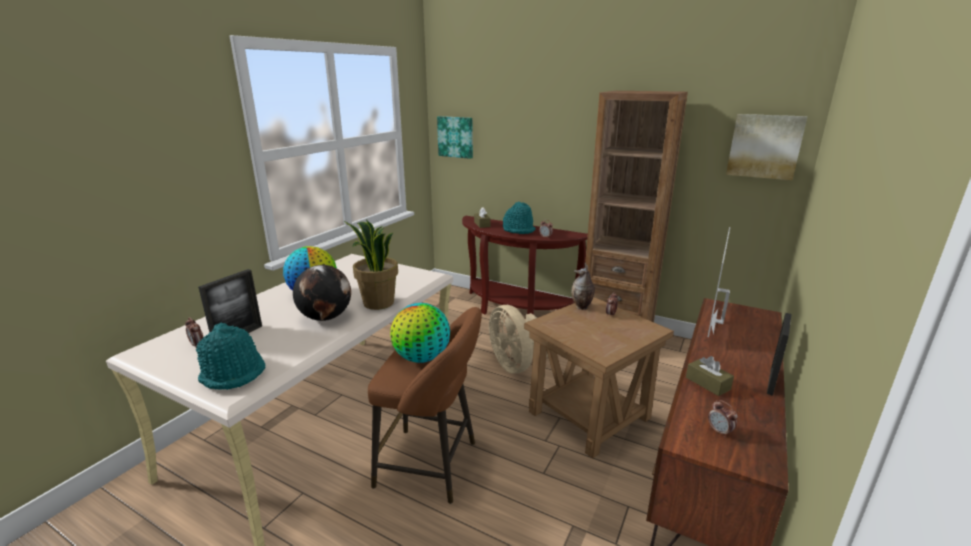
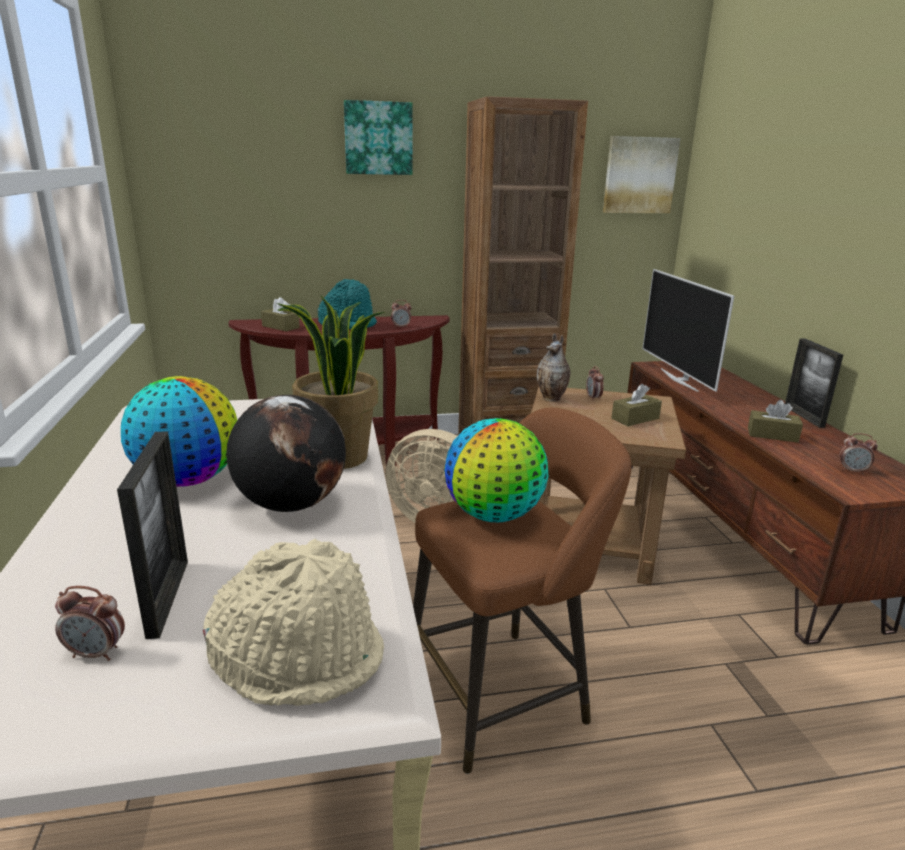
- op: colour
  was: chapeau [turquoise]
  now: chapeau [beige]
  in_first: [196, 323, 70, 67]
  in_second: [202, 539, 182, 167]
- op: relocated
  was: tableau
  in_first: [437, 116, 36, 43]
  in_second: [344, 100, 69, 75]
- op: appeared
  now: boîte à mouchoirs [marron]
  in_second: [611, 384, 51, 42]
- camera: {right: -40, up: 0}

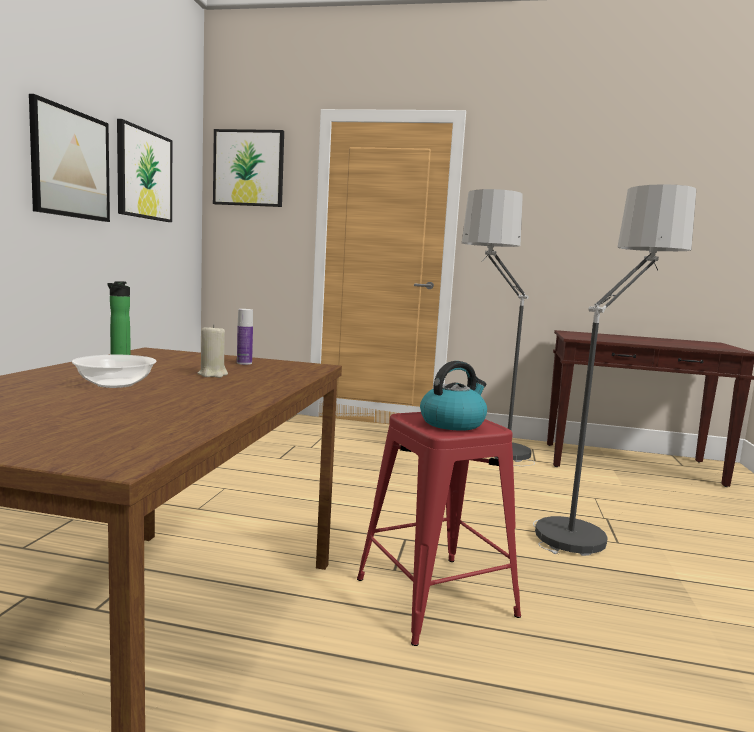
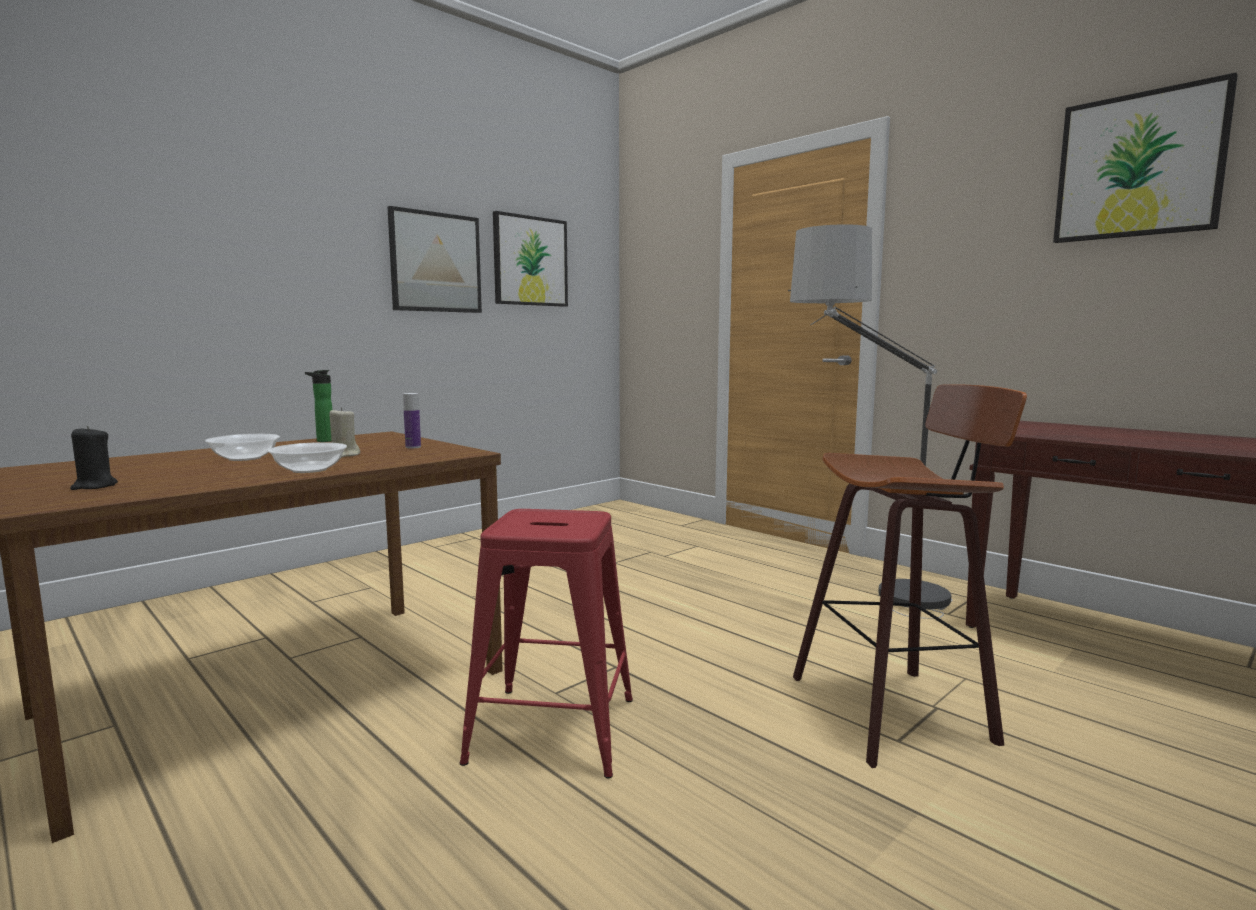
- op: relocated
  was: tableau
  in_first: [213, 129, 71, 78]
  in_second: [1053, 73, 185, 170]
- op: missing
  was: bouilloire
  in_first: [420, 361, 67, 70]
- op: exchanged
  was: lampadaire
  now: tabouret
  in_first: [533, 184, 163, 372]
  in_second: [793, 384, 234, 384]
- op: appeared
  now: bougie [noir]
  in_second: [70, 426, 48, 64]
- op: appeared
  now: bol
  in_second: [268, 442, 79, 31]
- camera: {right: 35, up: 0}

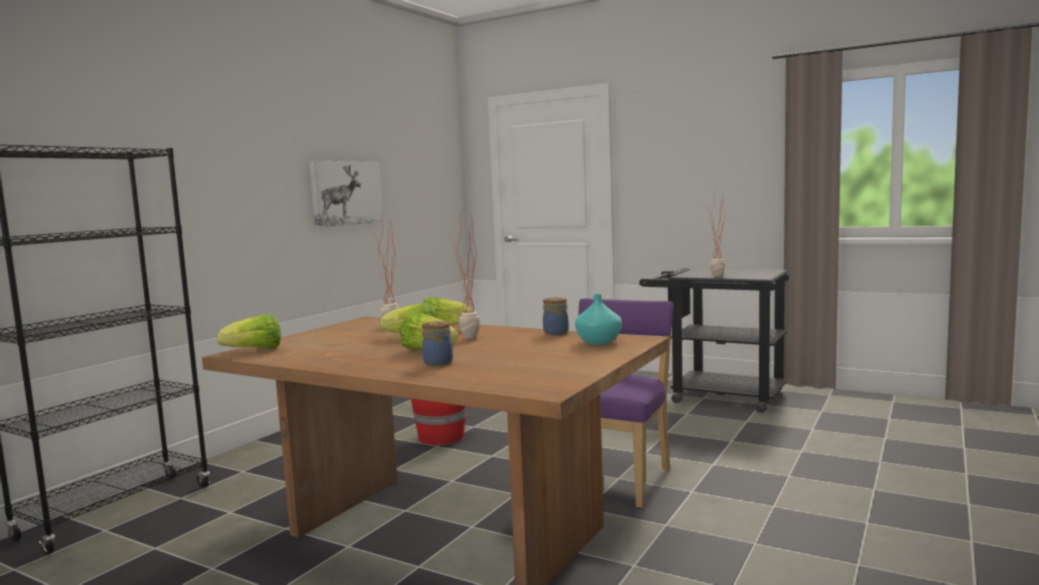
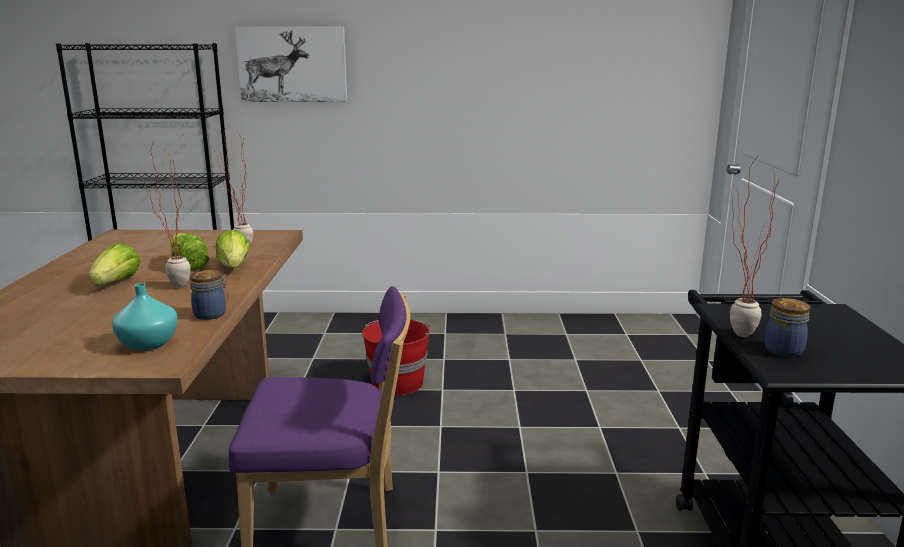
- op: missing
  was: laitue
  in_first: [217, 314, 64, 35]
- op: relocated
  was: tableau
  in_first: [309, 161, 74, 66]
  in_second: [235, 26, 113, 76]
- op: relocated
  was: bocal
  in_first: [422, 321, 31, 45]
  in_second: [765, 298, 45, 59]
- camera: {right: 60, up: 10}

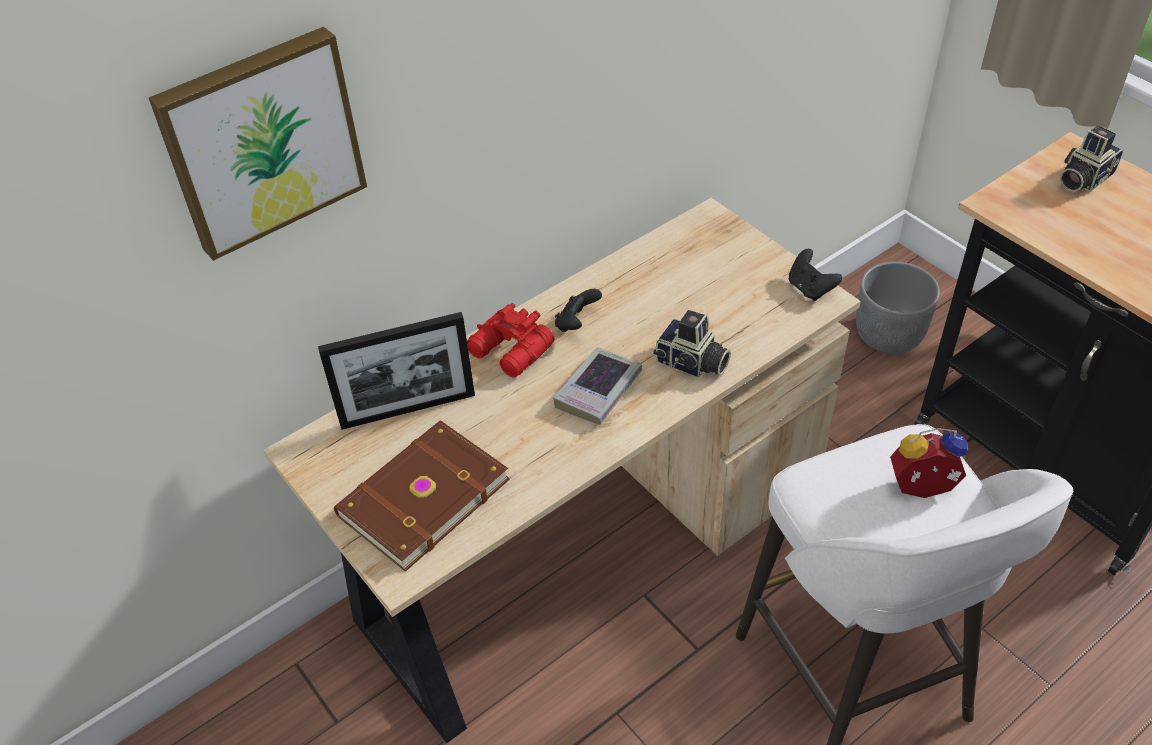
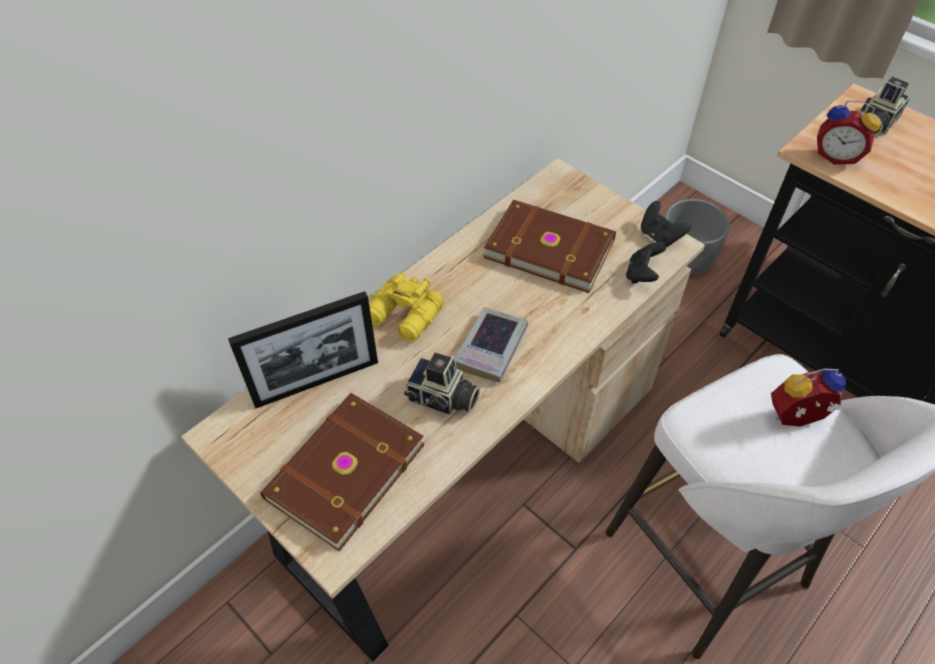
- op: missing
  was: tableau
  in_first: [149, 27, 218, 234]
- op: colour
  was: jumelles [rouge]
  now: jumelles [jaune]
  in_first: [467, 303, 88, 75]
  in_second: [369, 272, 75, 70]
- op: relocated
  was: manette [noir]
  in_first: [555, 289, 47, 43]
  in_second: [626, 242, 40, 41]
- op: relocated
  was: appareil photo
  in_first: [653, 310, 78, 68]
  in_second: [404, 353, 76, 62]
- op: appeared
  now: livre [marron]
  in_second: [483, 200, 133, 93]
- op: appeared
  now: réveil
  in_second: [817, 101, 64, 64]
- camera: {right: -10, up: 5}

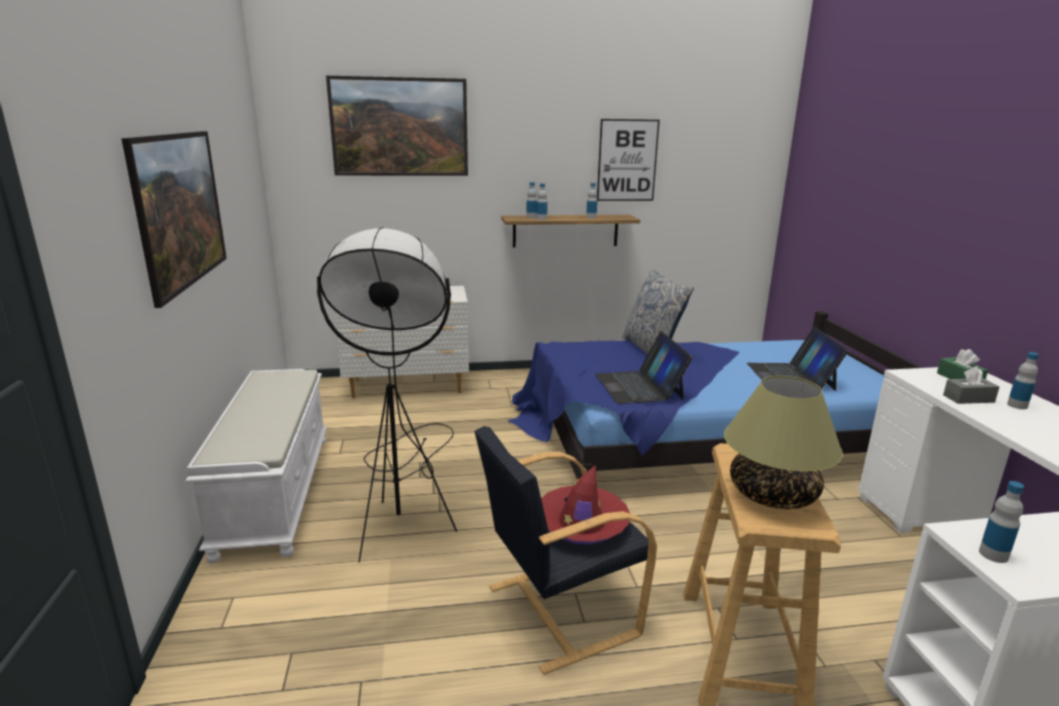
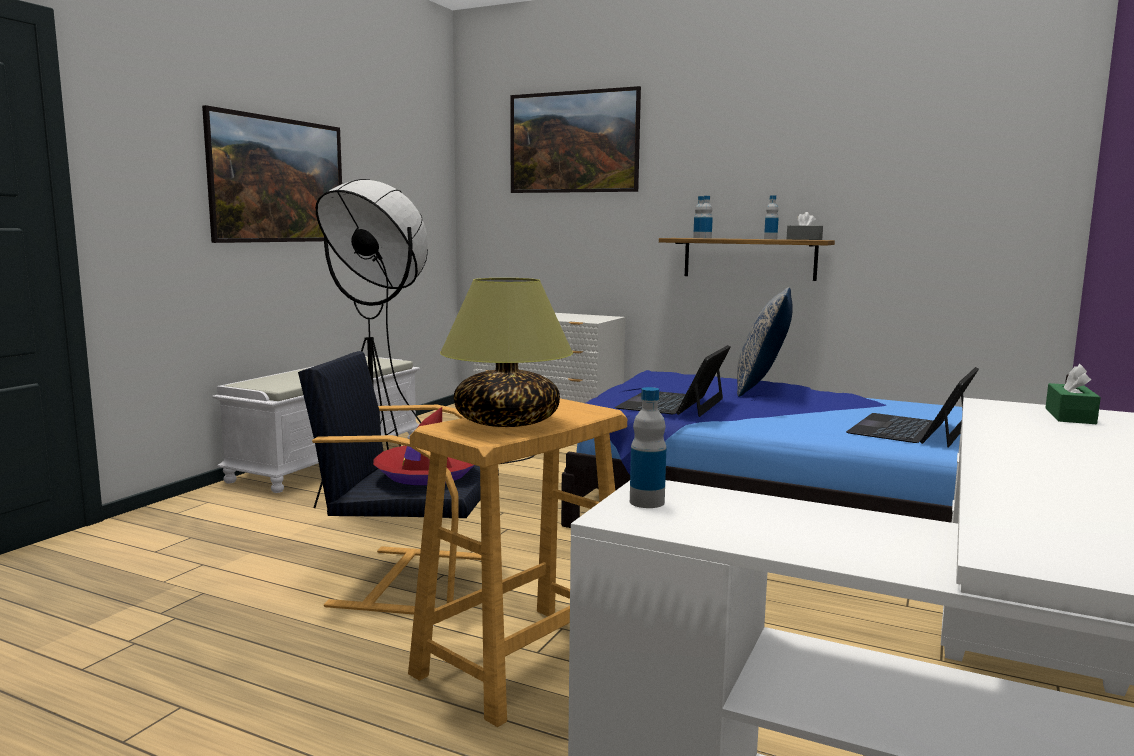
- op: missing
  was: tableau
  in_first: [597, 119, 63, 82]
- op: relocated
  was: boîte à mouchoirs [gris]
  in_first: [943, 366, 56, 38]
  in_second: [787, 212, 36, 28]
- op: missing
  was: bouteille
  in_first: [1007, 352, 32, 57]
- camera: {right: 35, up: -10}

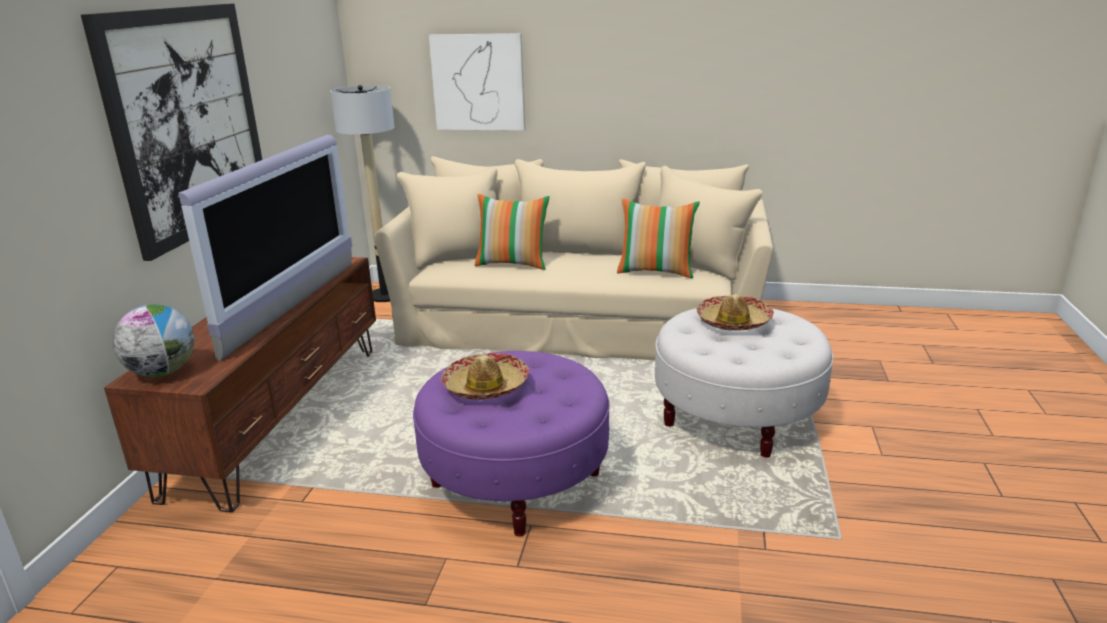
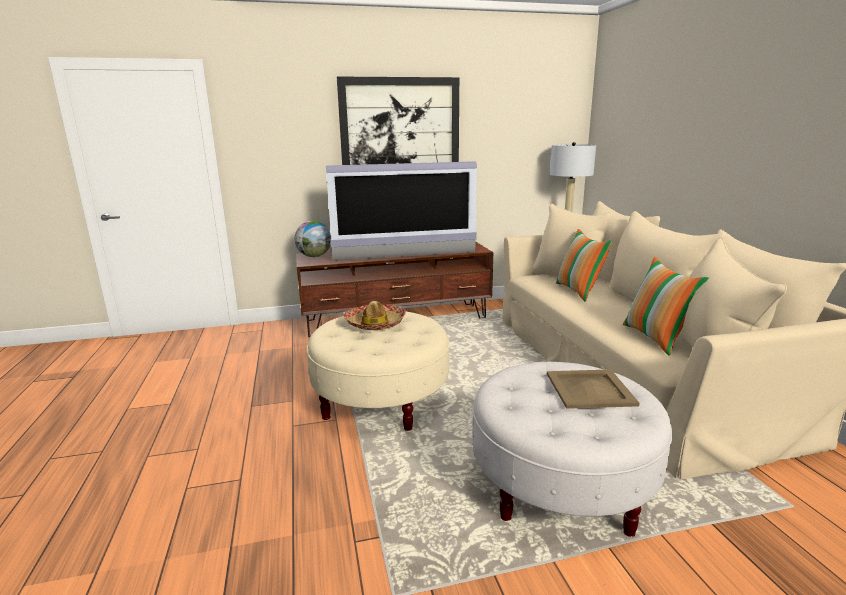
- op: colour
  was: pouf [violet]
  now: pouf [beige]
  in_first: [413, 351, 196, 186]
  in_second: [307, 312, 143, 119]
- op: missing
  was: tableau
  in_first: [429, 33, 96, 98]
- op: exchanged
  was: chapeau
  now: plateau [beige]
  in_first: [697, 294, 77, 37]
  in_second: [547, 369, 93, 40]
- camera: {right: 65, up: -5}

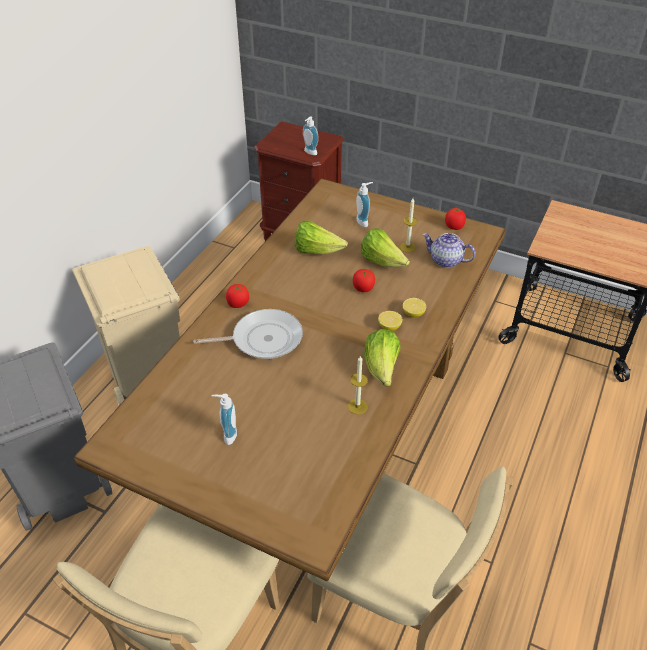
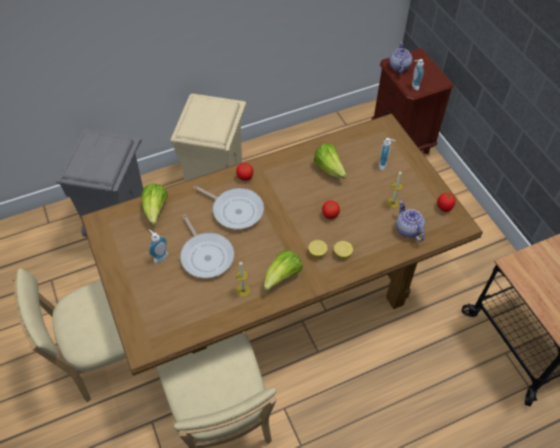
- op: relocated
  was: laitue
  in_first: [361, 228, 49, 39]
  in_second: [142, 184, 26, 41]
- op: appeared
  now: poêle
  in_second: [180, 215, 54, 63]
- op: appeared
  now: théière
  in_second: [389, 42, 23, 31]
- camera: {right: 40, up: 10}

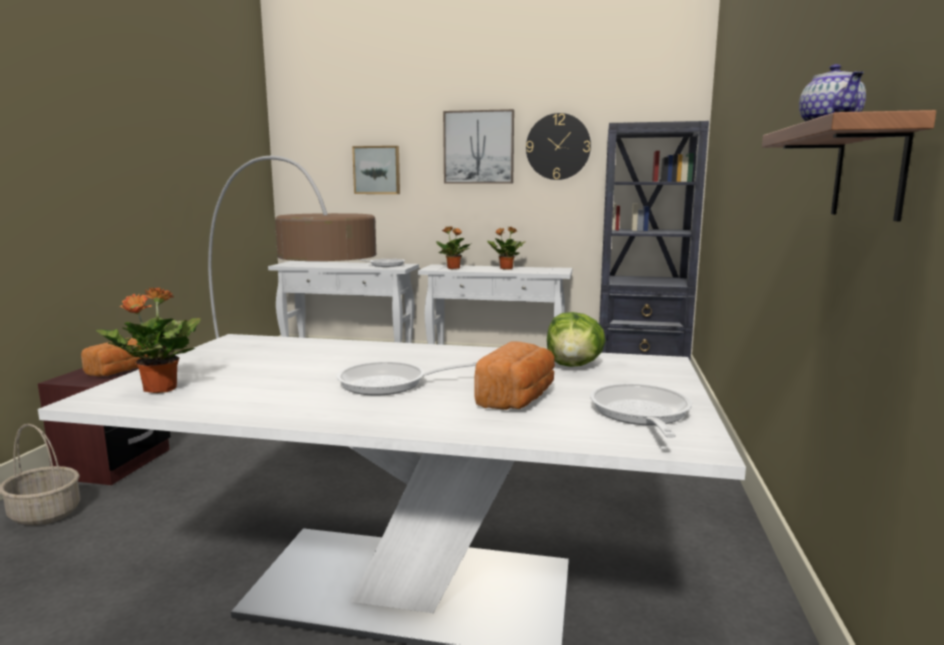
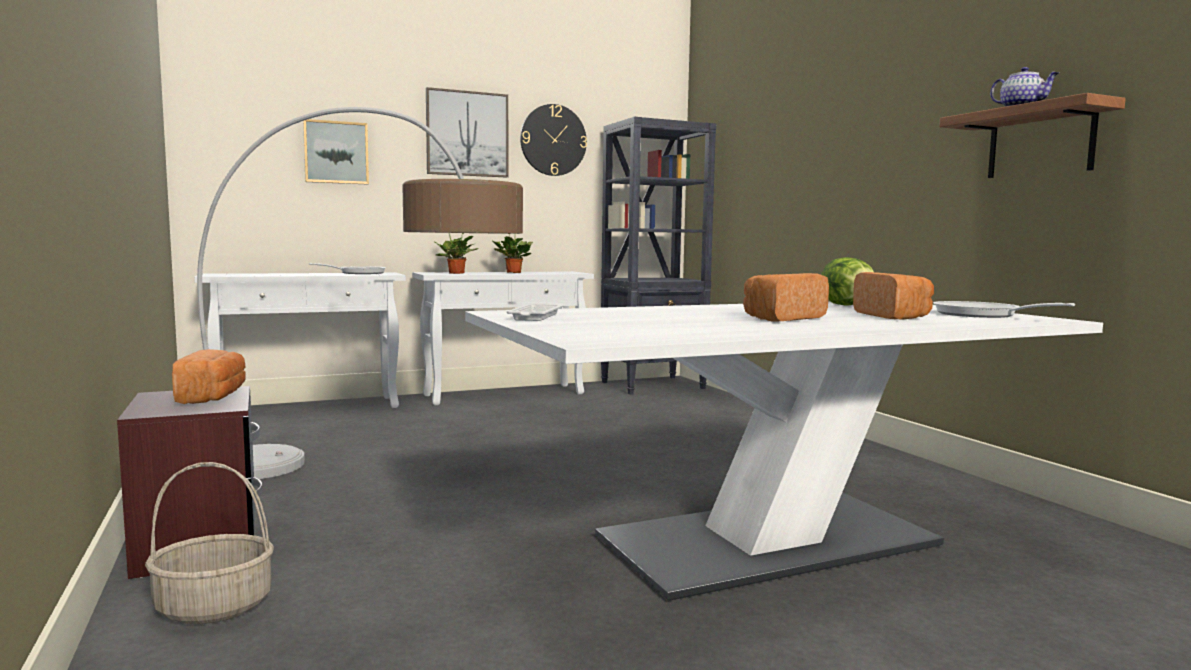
- op: missing
  was: plante en pot
  in_first: [96, 287, 105, 106]
- op: exchanged
  was: poêle
  now: pain
  in_first: [337, 361, 140, 34]
  in_second: [743, 273, 86, 49]
- op: appeared
  now: plateau [blanc]
  in_second: [507, 303, 57, 18]
- camera: {right: -35, up: -5}

